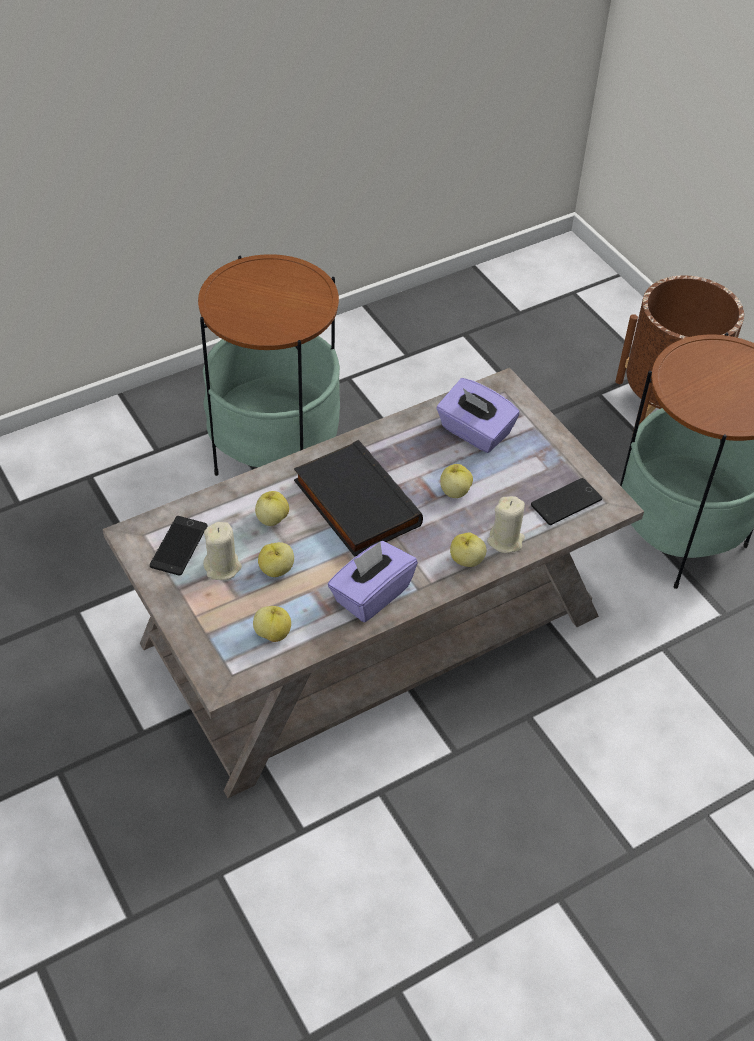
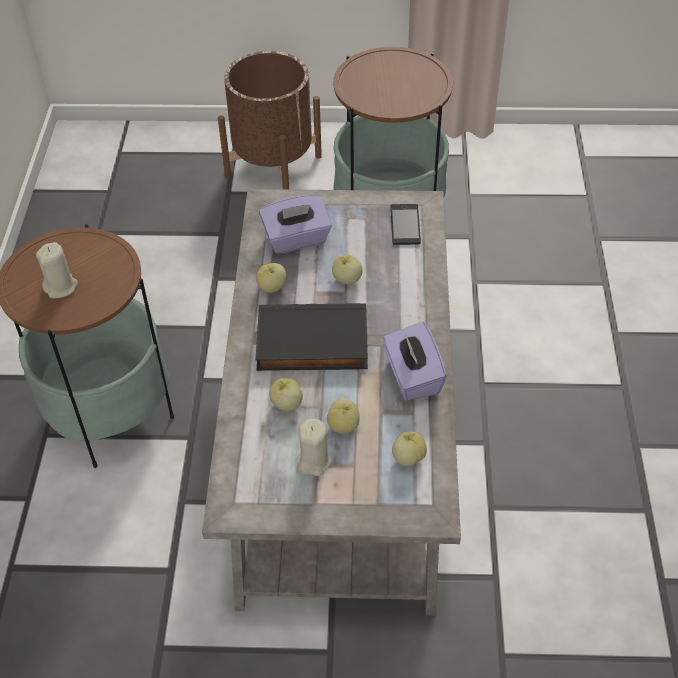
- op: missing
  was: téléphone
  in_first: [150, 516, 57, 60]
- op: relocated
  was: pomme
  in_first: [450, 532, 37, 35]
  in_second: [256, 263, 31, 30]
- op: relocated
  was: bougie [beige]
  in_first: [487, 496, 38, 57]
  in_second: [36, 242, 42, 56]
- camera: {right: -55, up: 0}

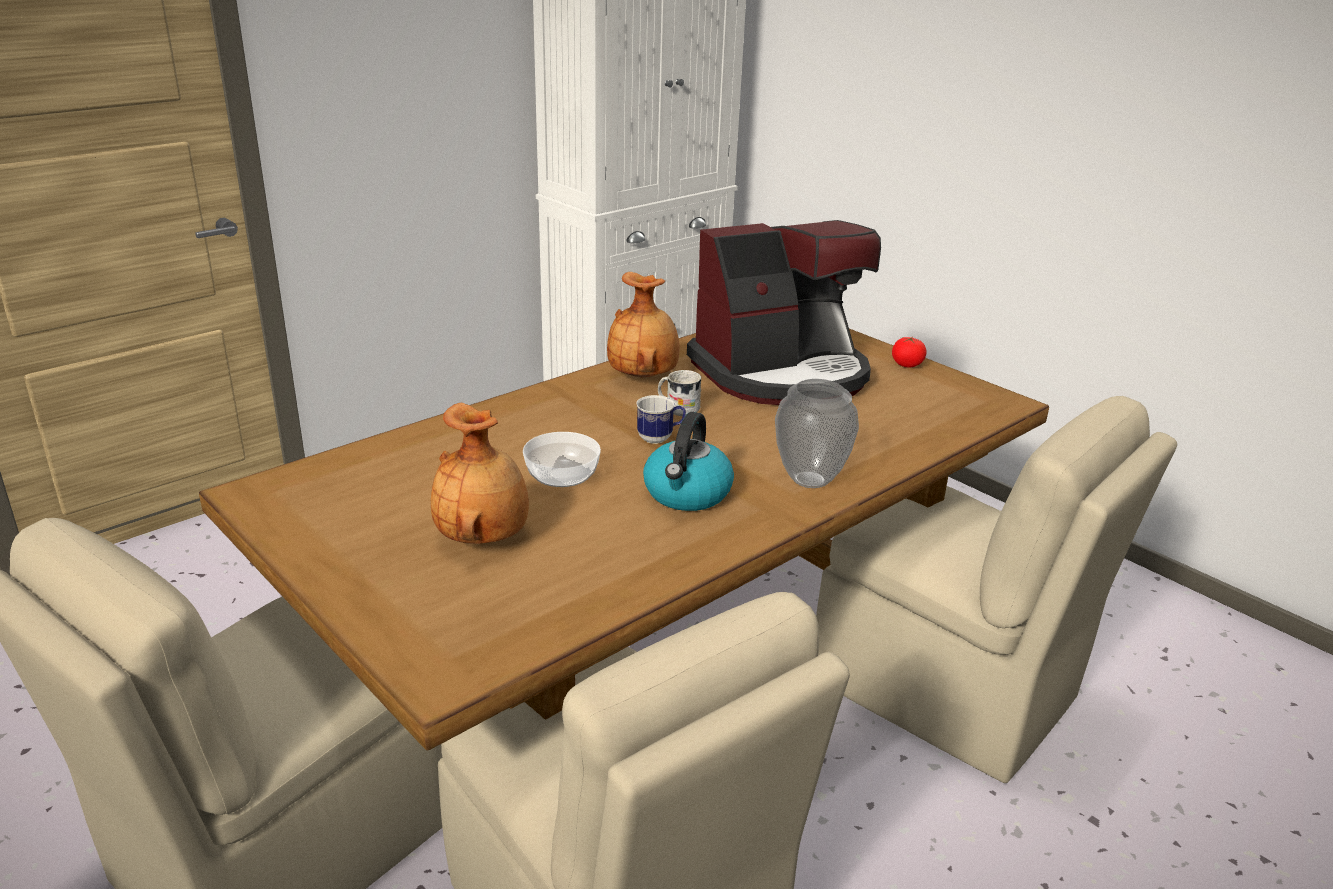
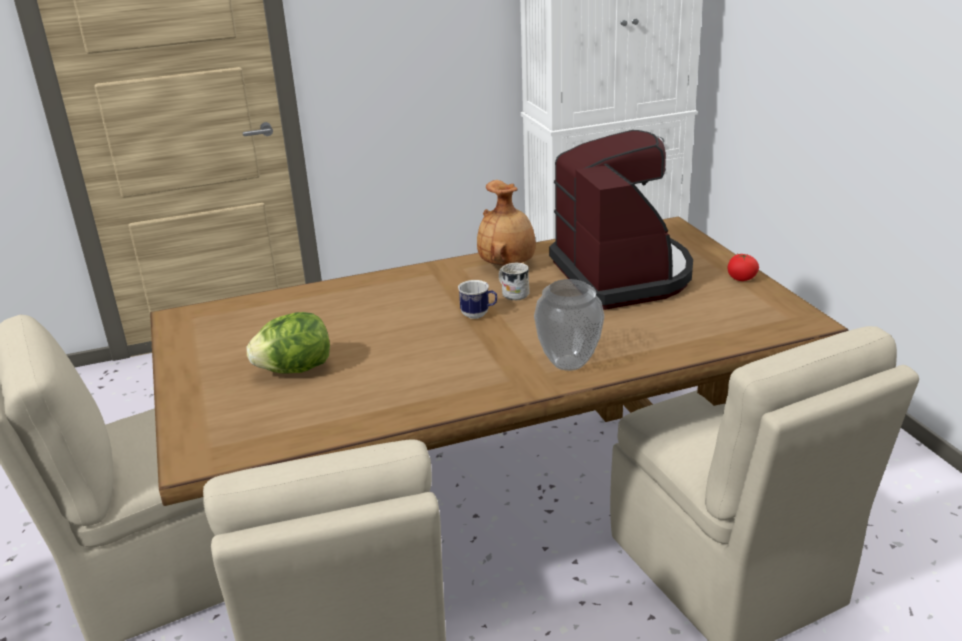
- op: exchanged
  was: vase [marron]
  now: laitue
  in_first: [431, 403, 98, 141]
  in_second: [247, 312, 83, 62]
- op: missing
  was: bol
  in_first: [523, 432, 78, 55]
- op: missing
  was: bouilloire
  in_first: [643, 412, 91, 99]
- op: spun
  was: machine à café
  in_first: [687, 220, 194, 185]
  in_second: [549, 130, 144, 180]
  clockwise: -105
- camera: {right: 25, up: 0}

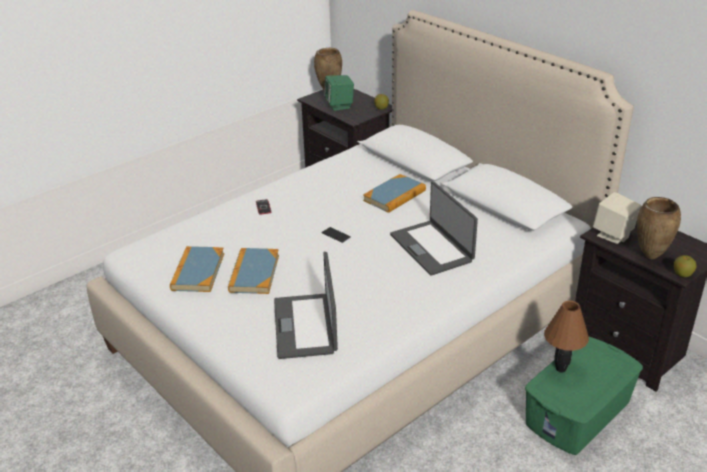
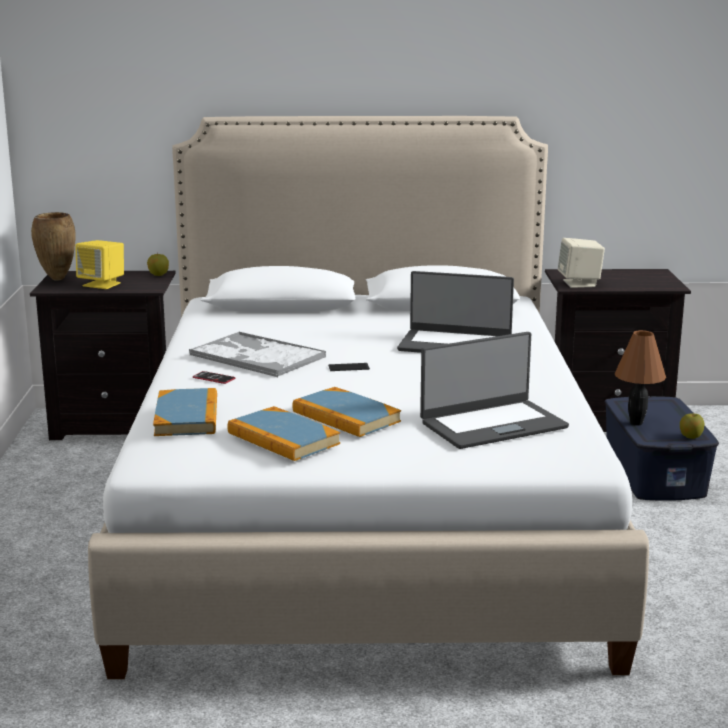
- op: spun
  was: ordinateur portable
  in_first: [274, 252, 64, 107]
  in_second: [420, 332, 149, 117]
  clockwise: -60
- op: colour
  was: enceinte [vert]
  now: enceinte [jaune]
  in_first: [324, 75, 30, 36]
  in_second: [75, 240, 49, 49]
- op: relocated
  was: livre
  in_first: [363, 174, 63, 39]
  in_second: [153, 388, 64, 48]
- op: colour
  was: boîte de rangement [vert]
  now: boîte de rangement [bleu]
  in_first: [525, 337, 118, 118]
  in_second: [605, 396, 114, 105]
- op: missing
  was: vase [marron]
  in_first: [637, 197, 44, 62]
- op: relocated
  was: pomme
  in_first: [674, 255, 23, 22]
  in_second: [680, 412, 25, 27]
- op: appeared
  now: plateau
  in_second: [189, 331, 137, 46]
- camera: {right: -50, up: -15}

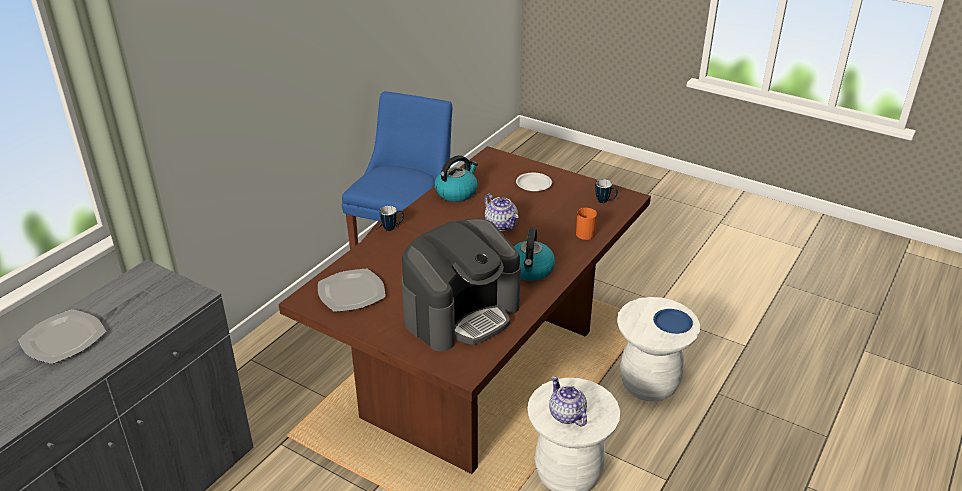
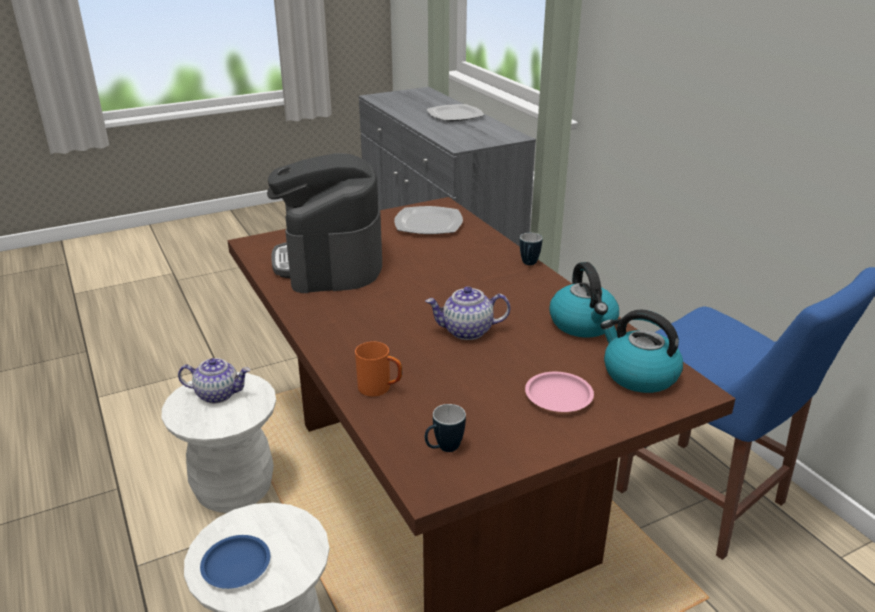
- op: relocated
  was: bouilloire
  in_first: [513, 227, 42, 54]
  in_second: [600, 309, 83, 84]
- op: colour
  was: assiette [blanc]
  now: assiette [rose]
  in_first: [516, 173, 36, 19]
  in_second: [525, 372, 69, 40]
- camera: {right: 120, up: -5}

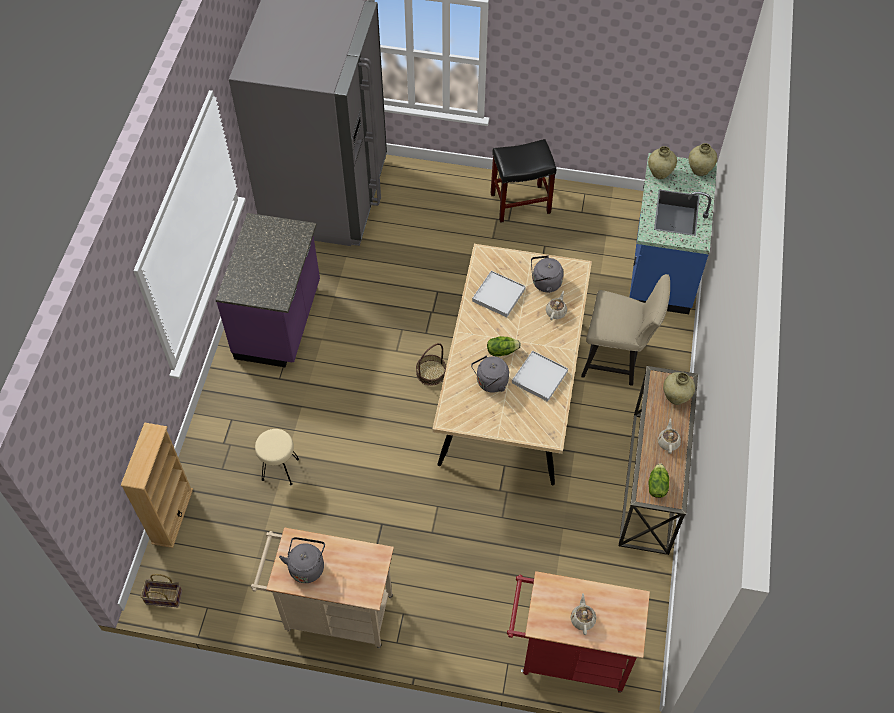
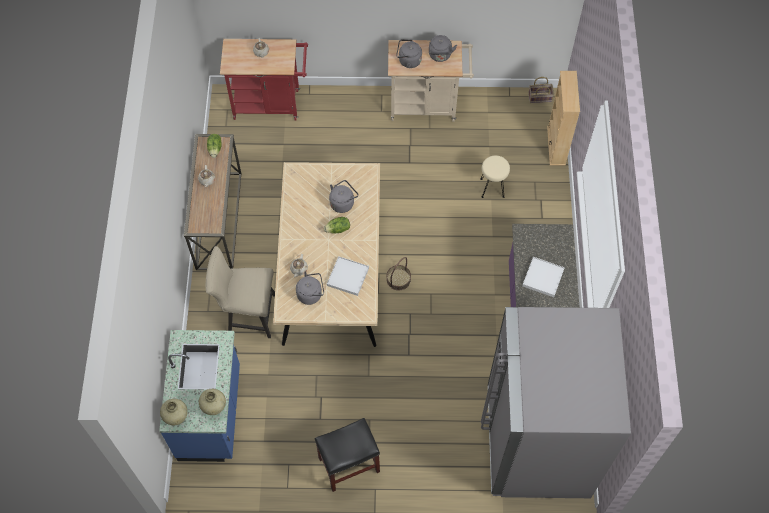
- op: relocated
  was: plateau [blanc]
  in_first: [512, 351, 56, 51]
  in_second: [522, 257, 43, 40]
- op: missing
  was: vase [beige]
  in_first: [663, 372, 32, 33]
- op: appeared
  now: bouilloire [gris]
  in_second: [396, 39, 26, 29]
- camera: {right: 170, up: 5}

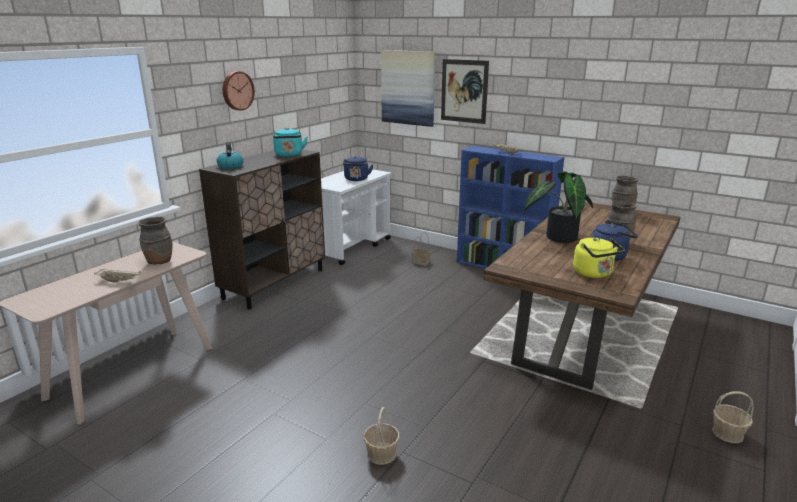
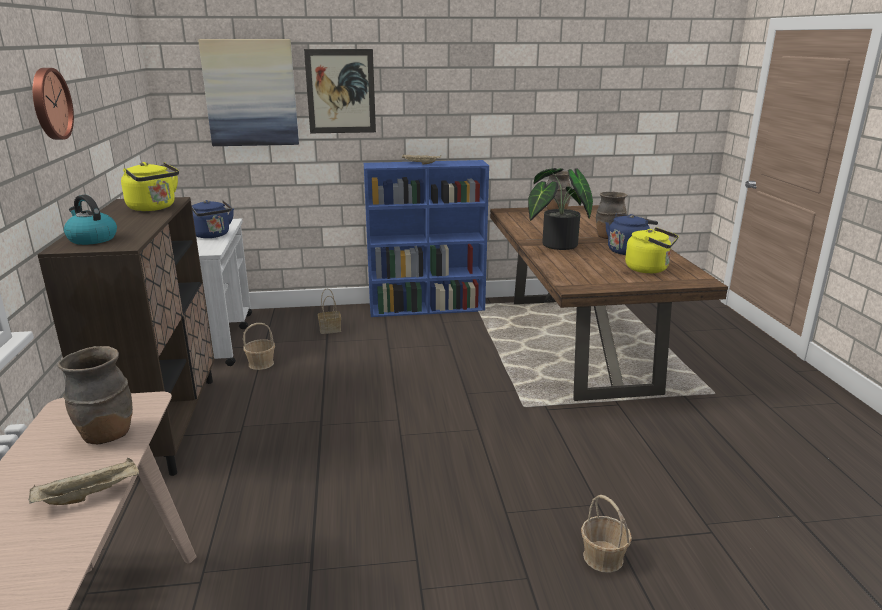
- op: colour
  was: bouilloire [turquoise]
  now: bouilloire [jaune]
  in_first: [273, 127, 35, 30]
  in_second: [121, 162, 58, 49]
- op: relocated
  was: panier
  in_first: [712, 391, 41, 52]
  in_second: [243, 323, 32, 47]
- camera: {right: -40, up: 0}

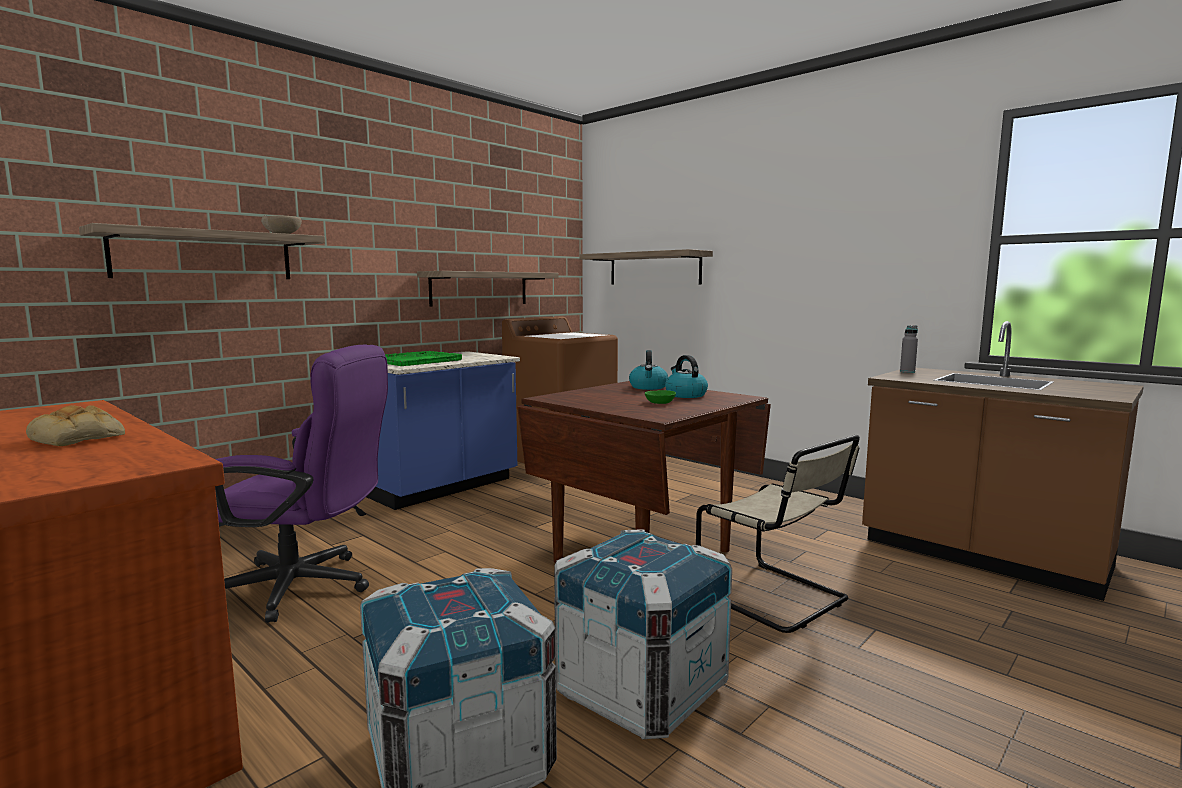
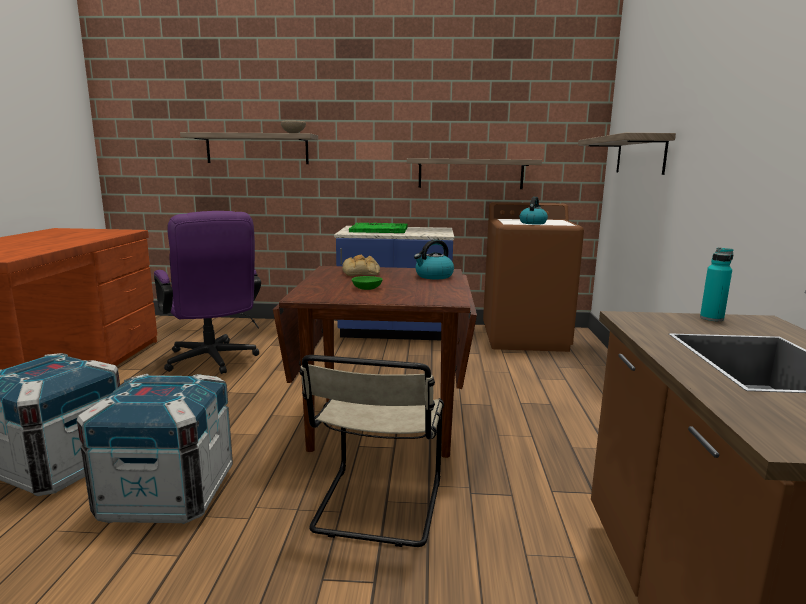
- op: relocated
  was: pain
  in_first: [26, 405, 99, 41]
  in_second: [342, 255, 38, 21]
- op: relocated
  was: bouilloire
  in_first: [665, 355, 43, 43]
  in_second: [519, 197, 29, 27]
- op: colour
  was: bouteille [gris]
  now: bouteille [turquoise]
  in_first: [900, 325, 18, 48]
  in_second: [700, 248, 33, 73]
- camera: {right: 50, up: 5}

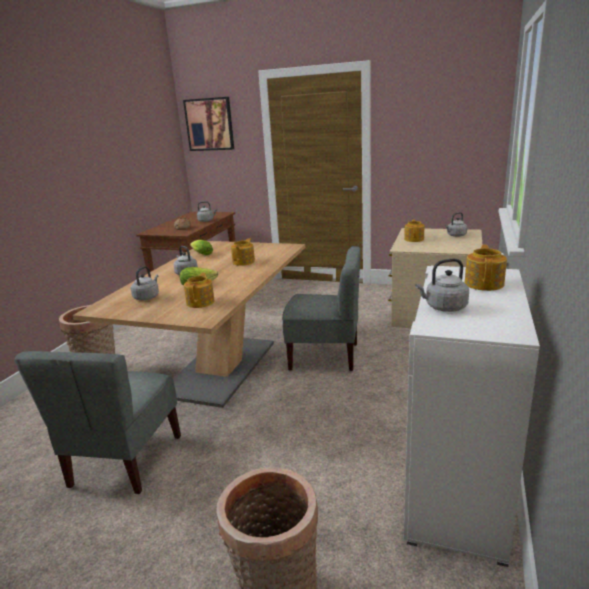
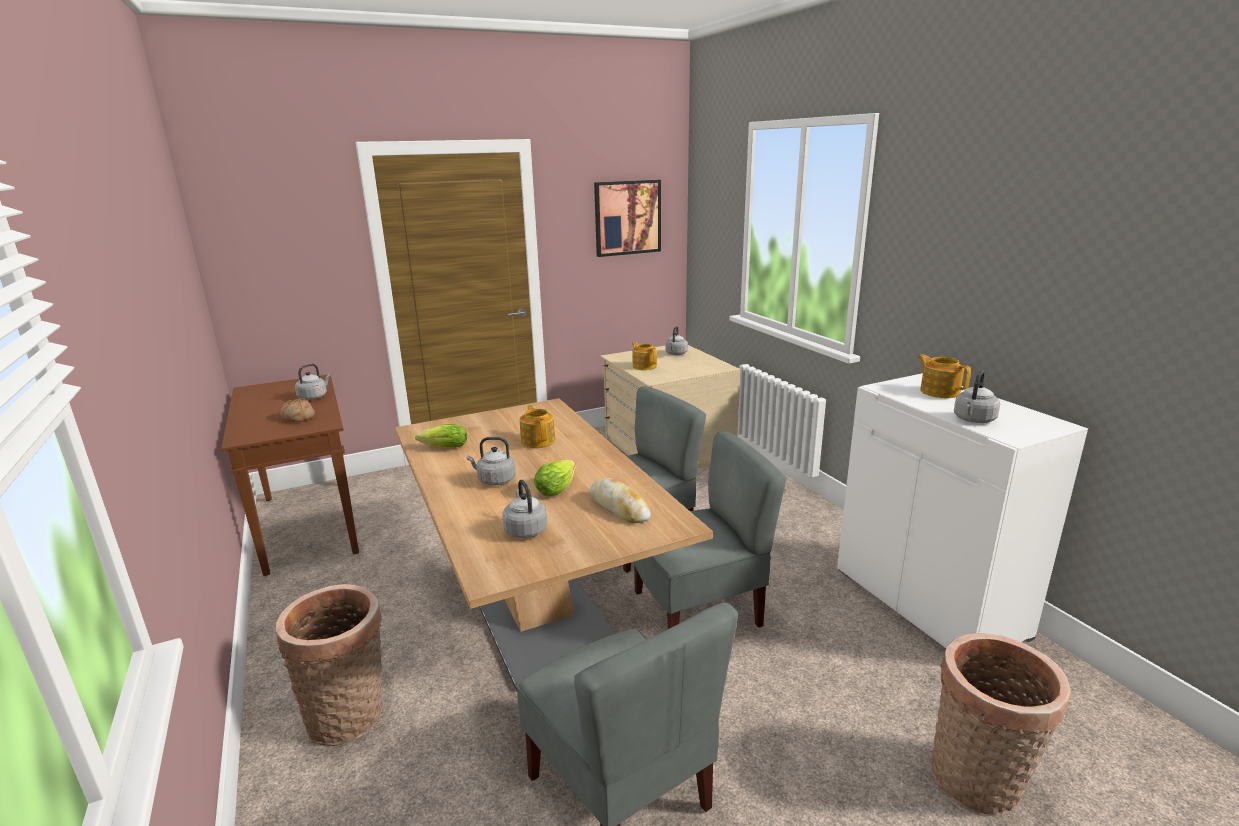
- op: relocated
  was: tableau
  in_first: [183, 97, 51, 54]
  in_second: [594, 180, 67, 77]
- op: exchanged
  was: théière
  now: pain
  in_first: [184, 272, 31, 36]
  in_second: [590, 478, 61, 45]
- op: appeared
  now: chaise [gris]
  in_second: [634, 431, 152, 198]
- camera: {right: -45, up: 0}

